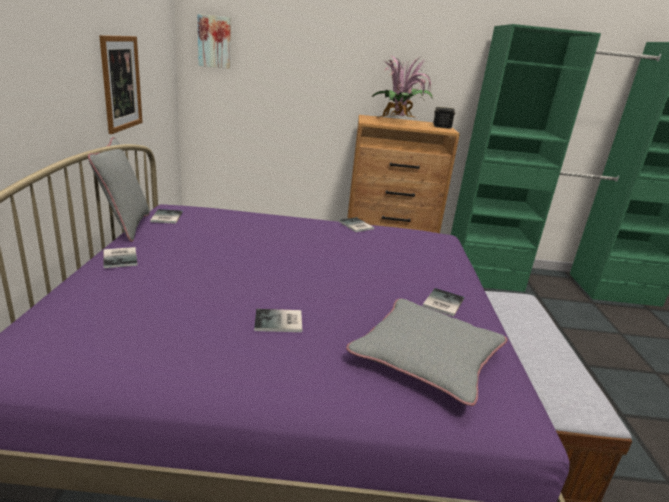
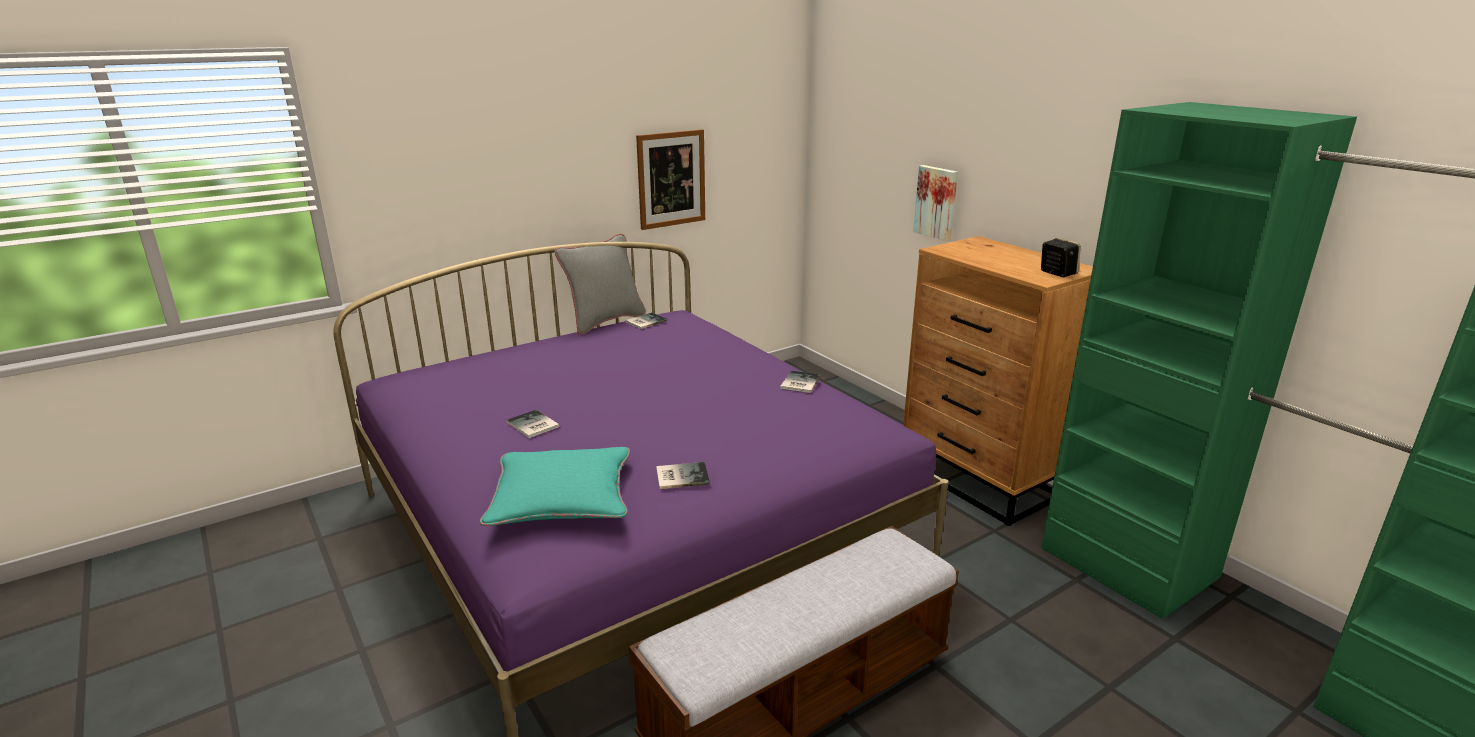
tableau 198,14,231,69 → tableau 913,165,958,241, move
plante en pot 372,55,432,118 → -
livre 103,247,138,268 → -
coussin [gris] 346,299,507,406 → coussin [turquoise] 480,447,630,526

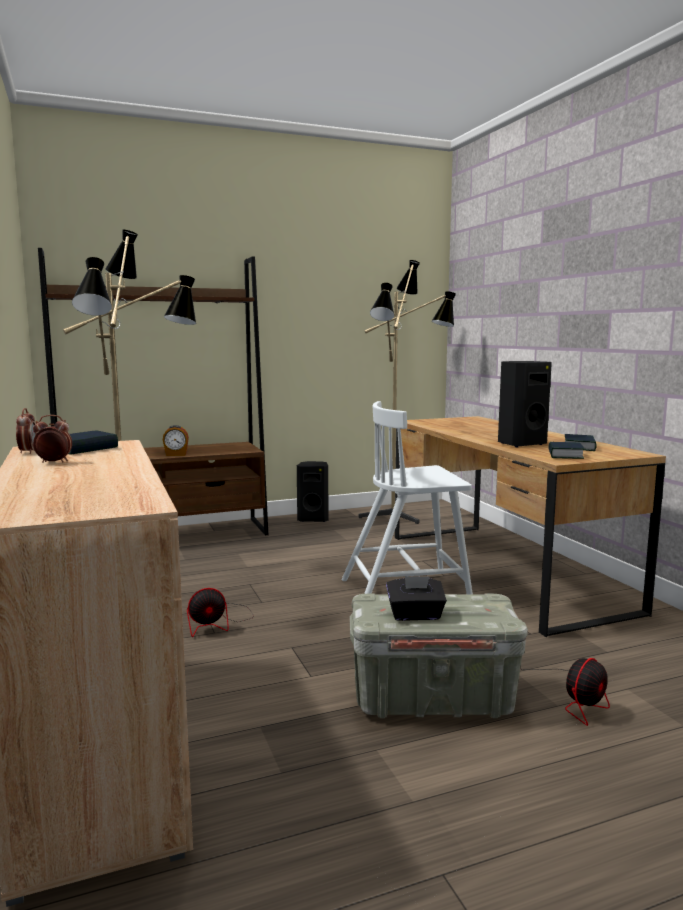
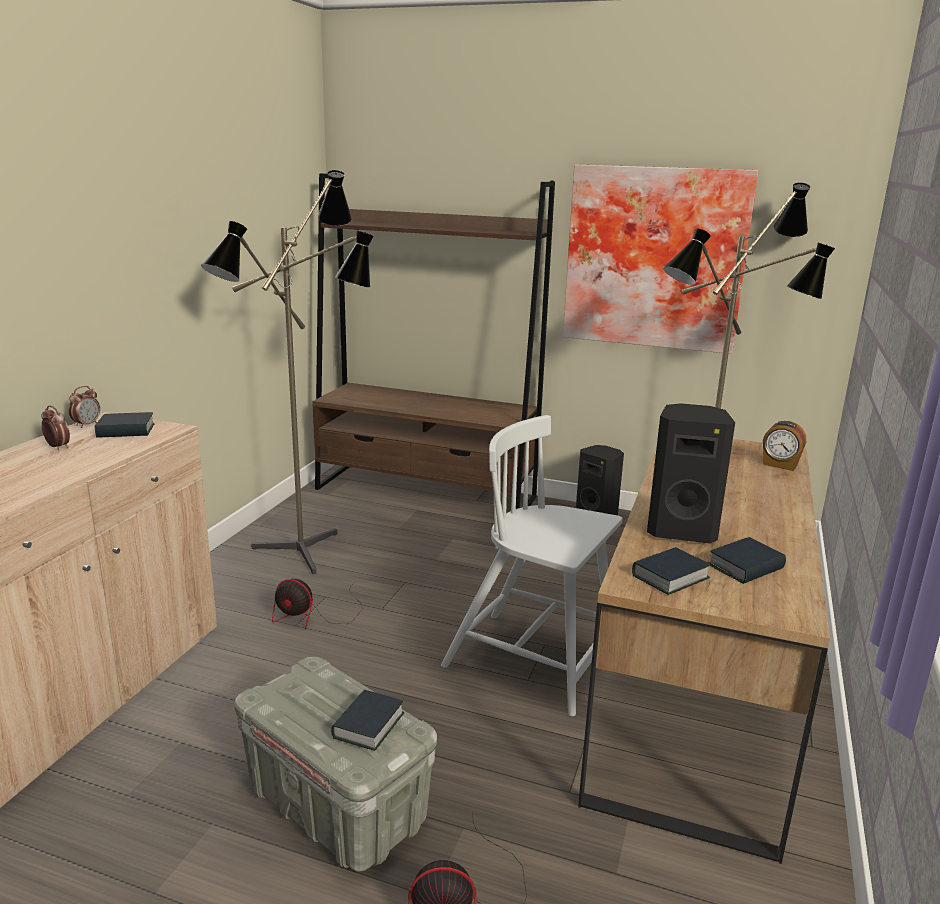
réveil 163,425,189,456 → réveil 763,421,806,471, move
boîte à mouchoirs [noir] 386,576,447,621 → -
- → tableau 563,164,758,354
- → livre 331,690,405,751

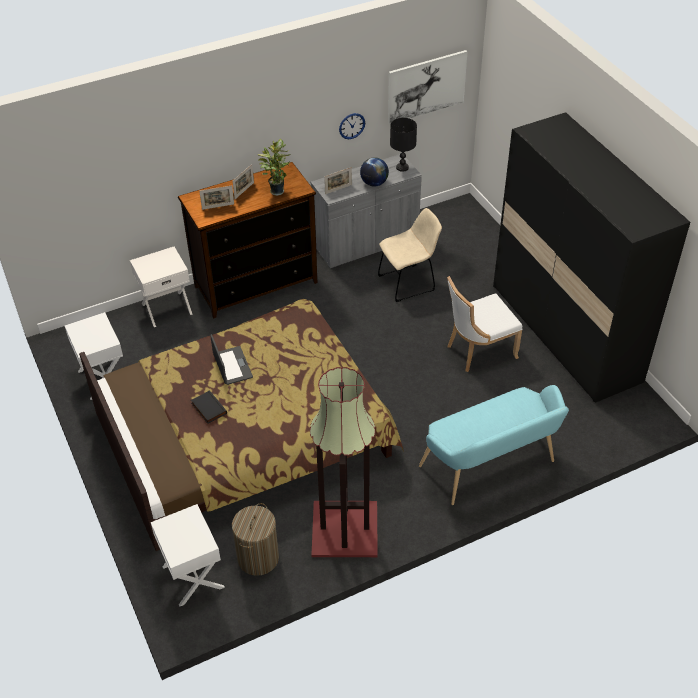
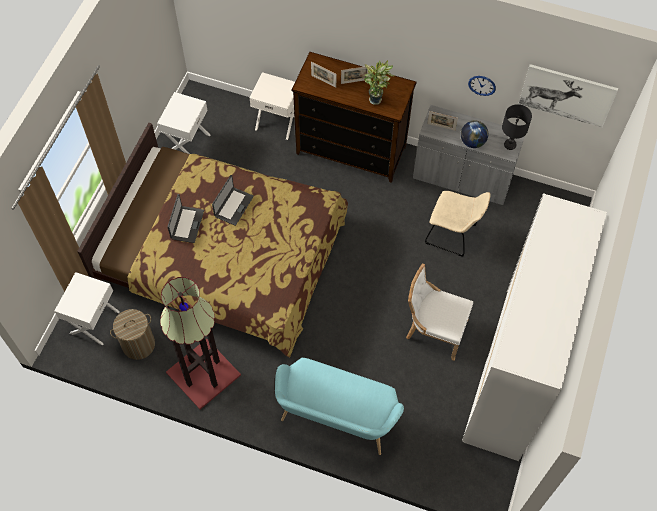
armoire [noir] 493,112,690,403 → armoire [blanc] 462,193,607,461
livre [noir] 191,390,227,424 → ordinateur portable 168,194,204,243

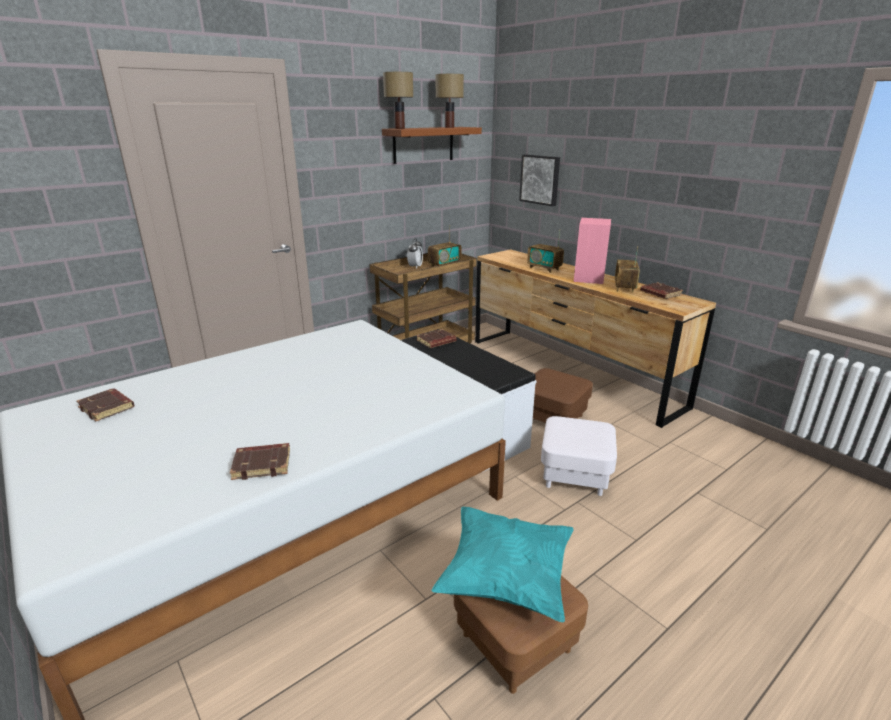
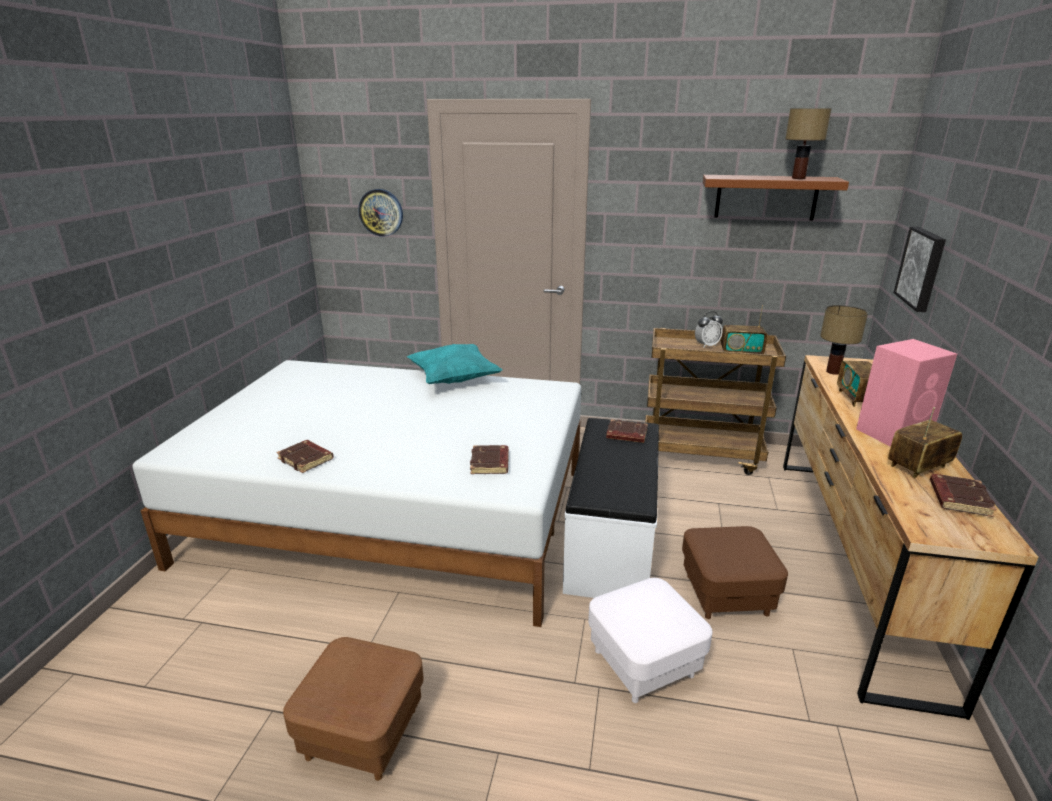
lampe de table 383,72,413,129 → lampe de table 820,305,868,375, move
livre [marron] 76,388,135,421 → livre [marron] 470,445,509,474, move
coussin [turquoise] 432,507,574,622 → coussin [turquoise] 407,344,502,384, move
- → horloge murale 358,189,403,237

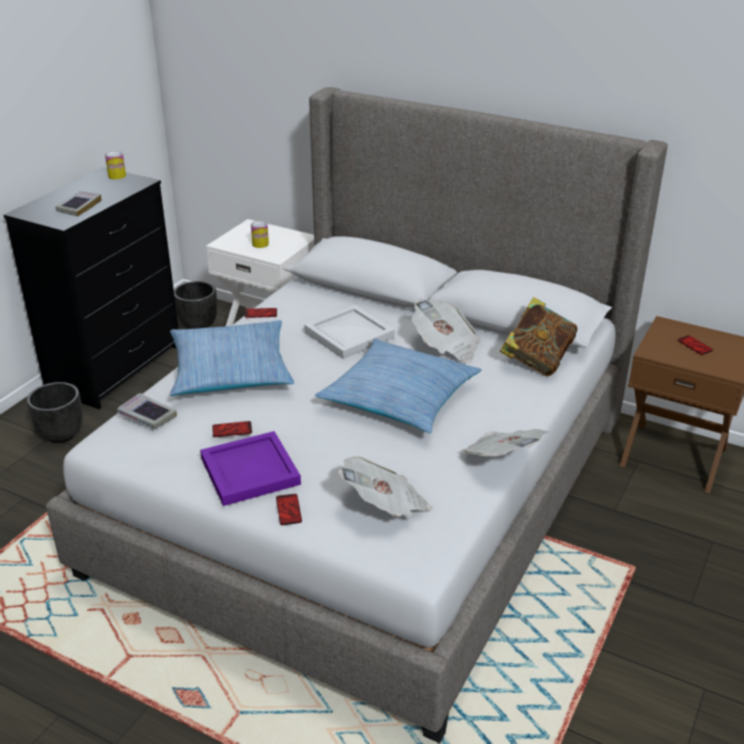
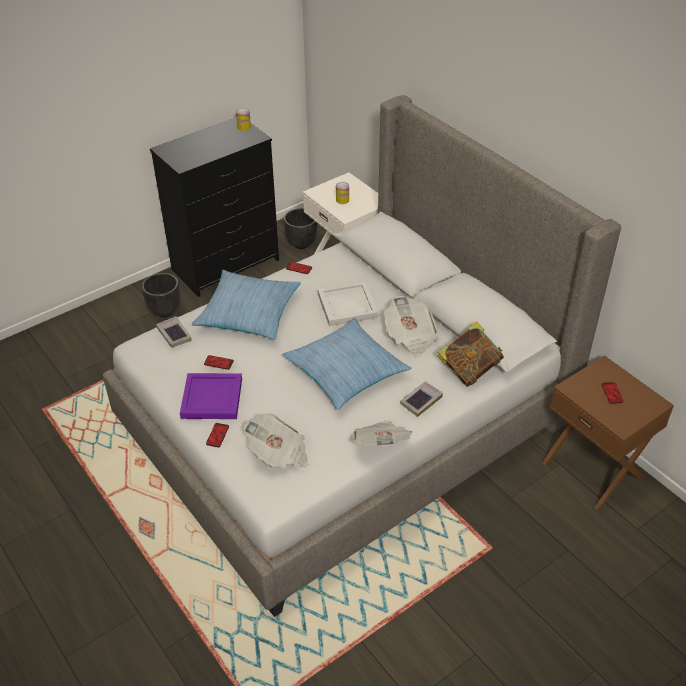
livre 56,191,102,217 → livre 400,381,443,417, move

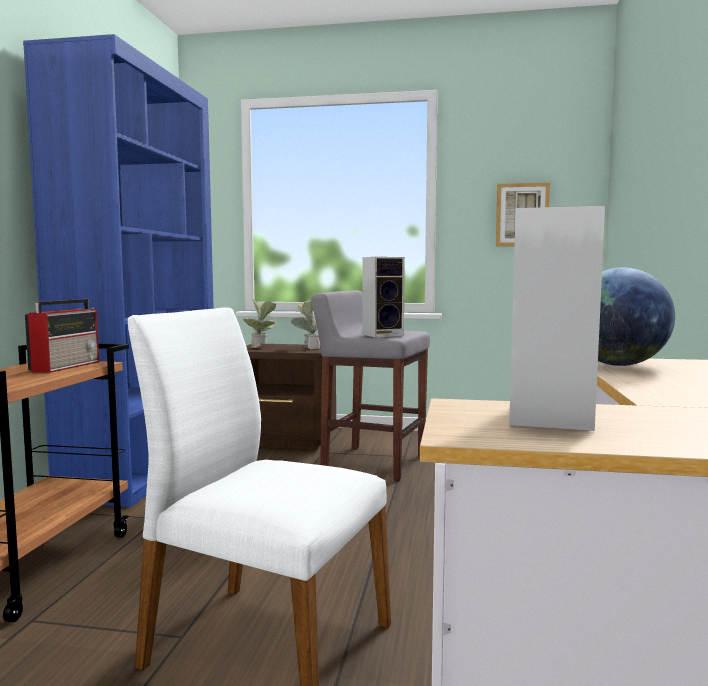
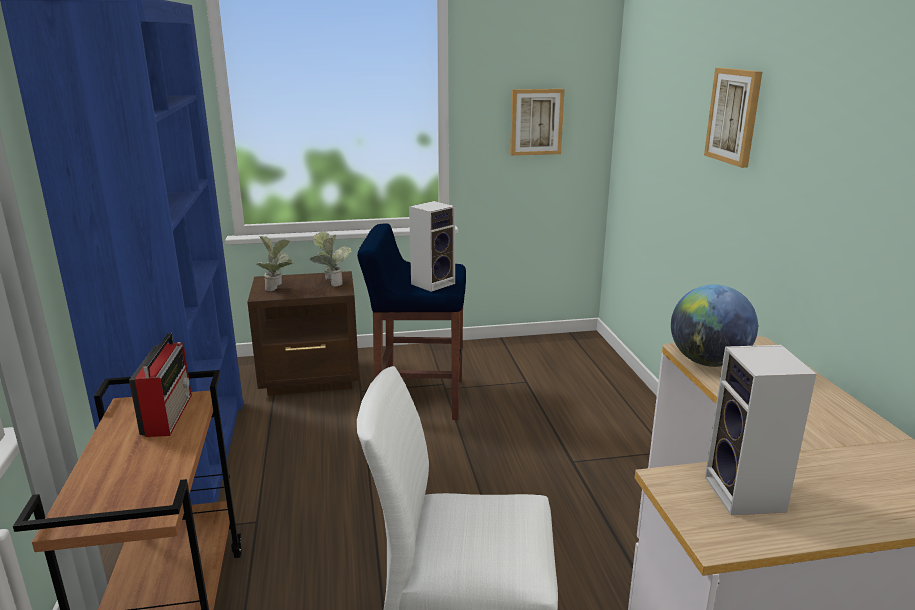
tabouret [gris] 311,290,430,480 → tabouret [bleu] 357,223,466,420
- → tableau 704,68,762,168

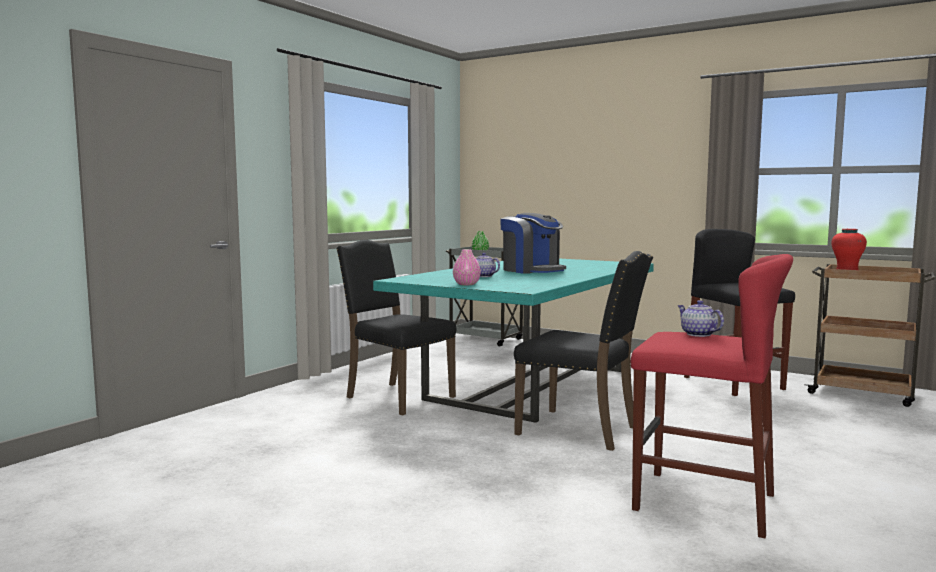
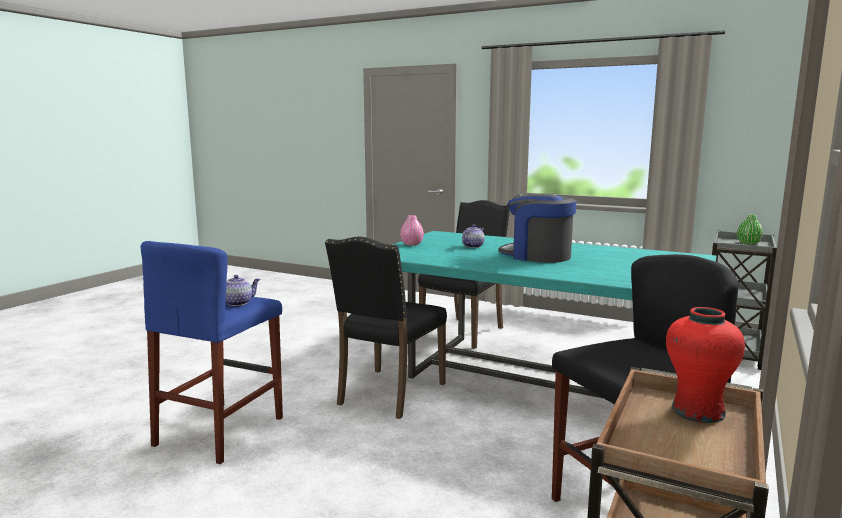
machine à café 500,213,566,274 → machine à café 499,193,577,263, 75 degrees clockwise
tabouret [rouge] 631,254,793,538 → tabouret [bleu] 141,241,283,464

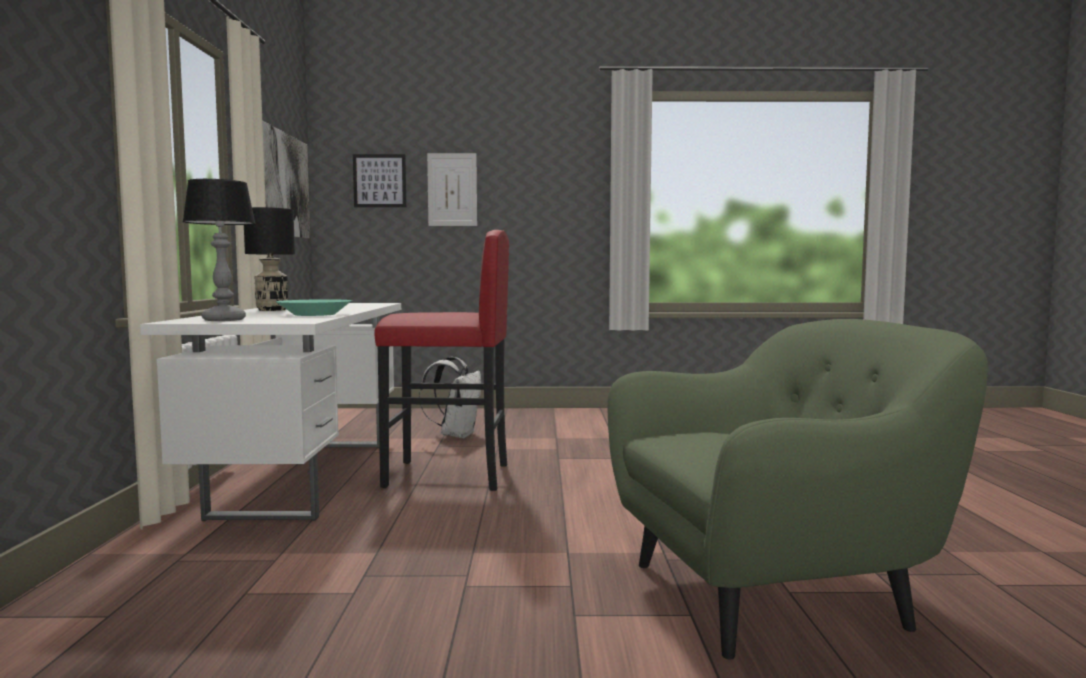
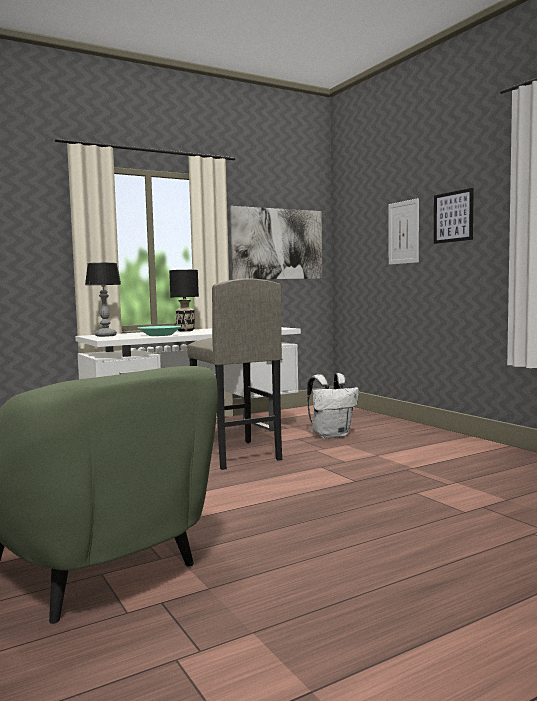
tableau 353,154,406,207 → tableau 434,188,474,244, move
tabouret [rouge] 375,230,509,491 → tabouret [gris] 187,278,282,470

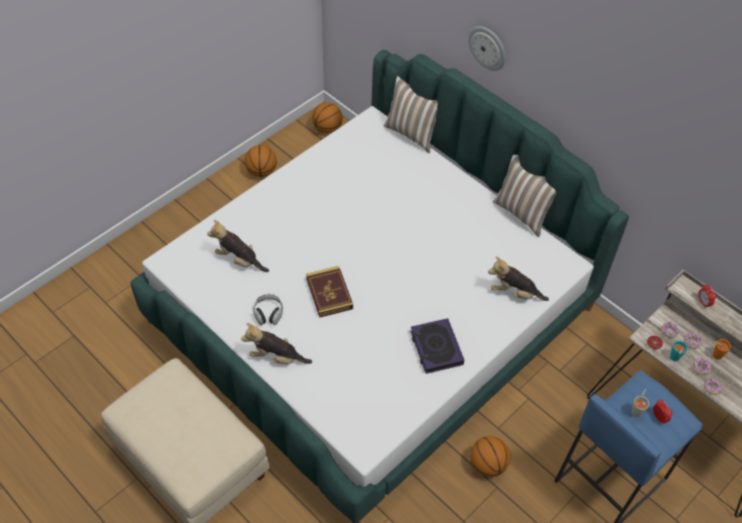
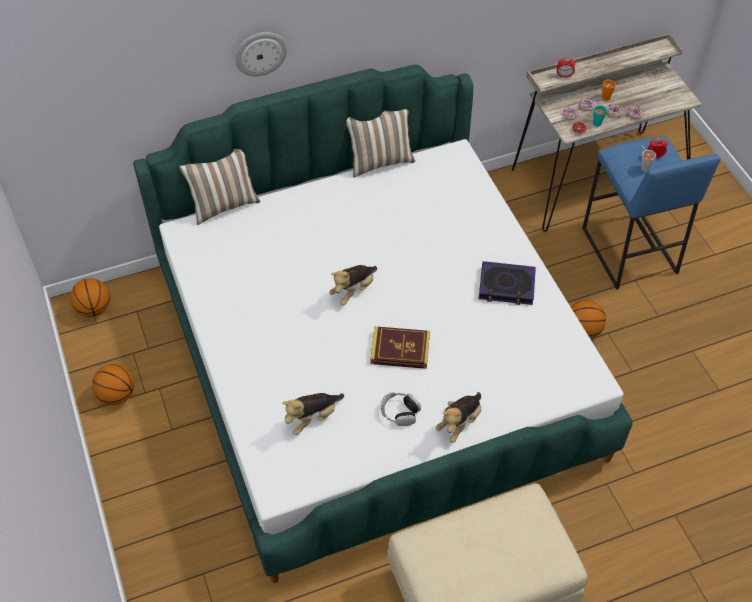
peluche 488,257,549,301 → peluche 329,265,377,306, move

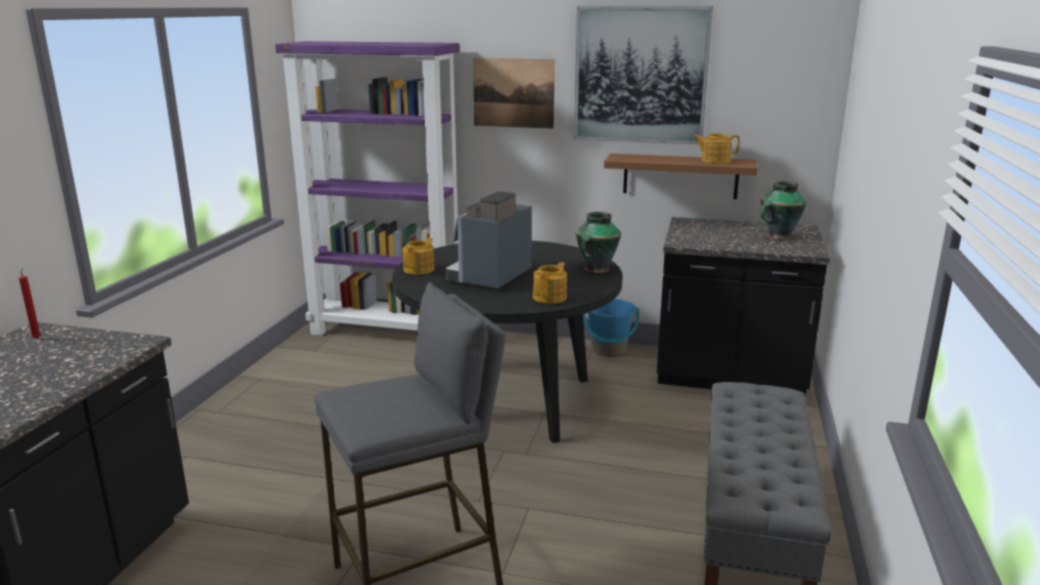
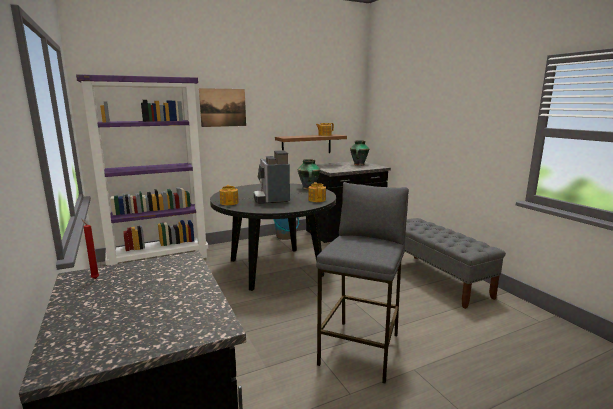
tableau 574,6,713,144 → -

